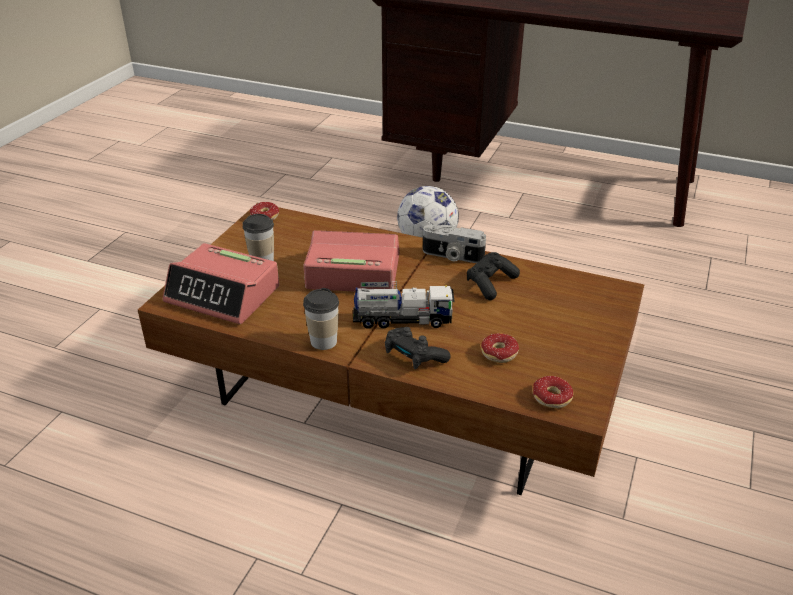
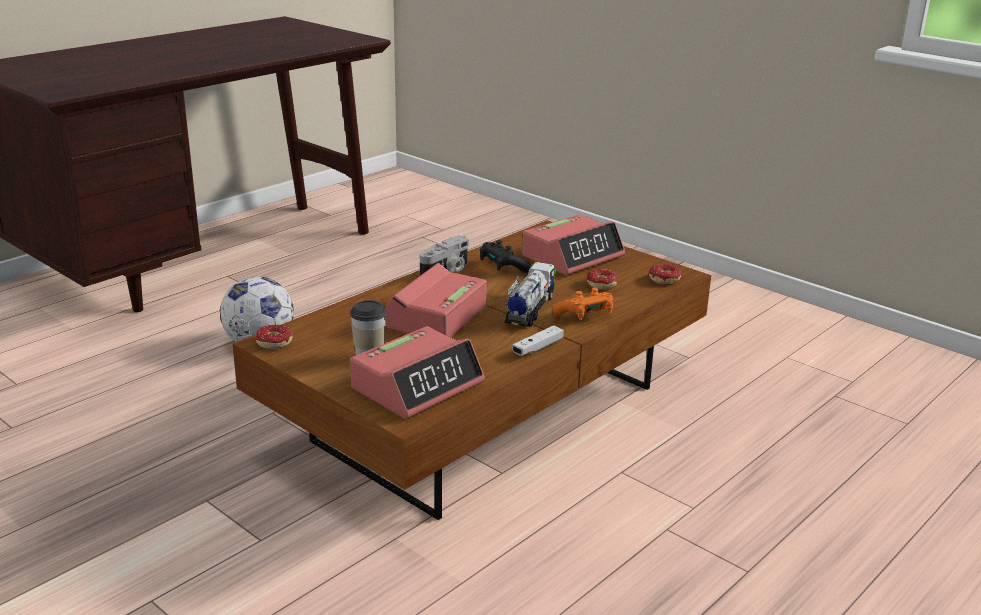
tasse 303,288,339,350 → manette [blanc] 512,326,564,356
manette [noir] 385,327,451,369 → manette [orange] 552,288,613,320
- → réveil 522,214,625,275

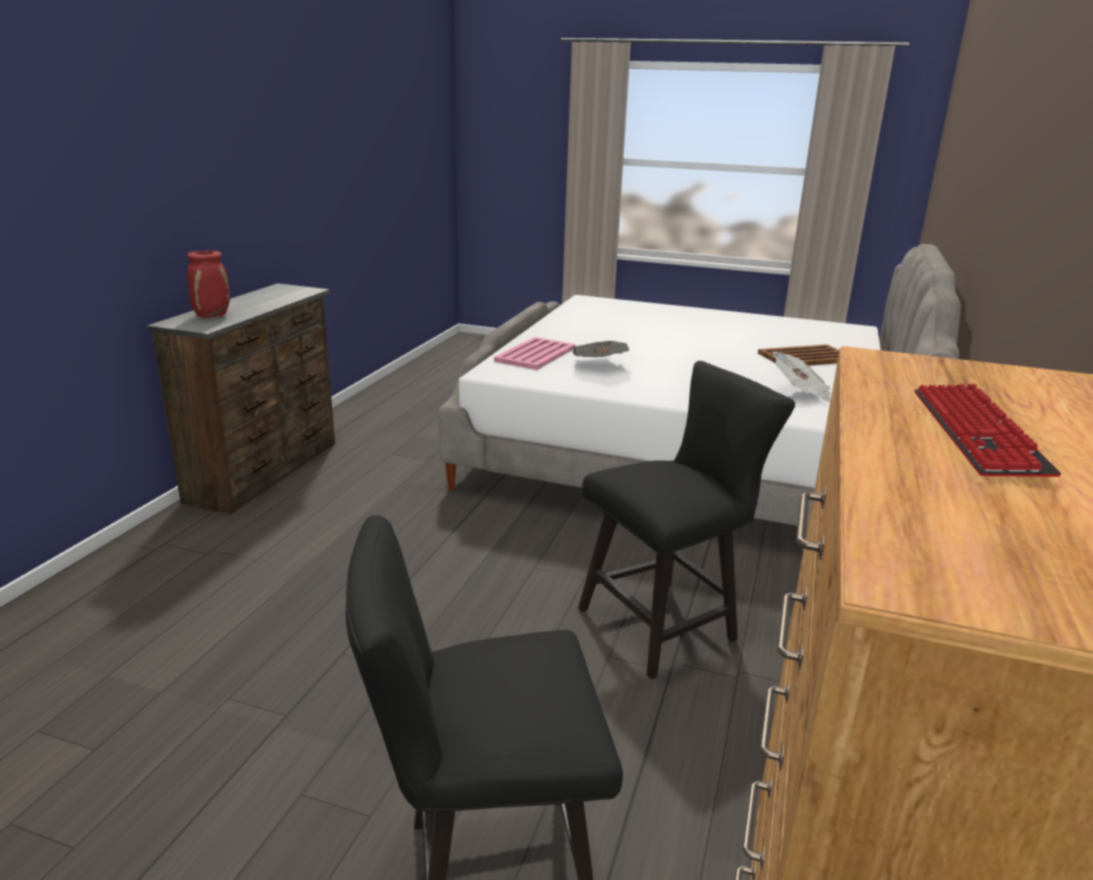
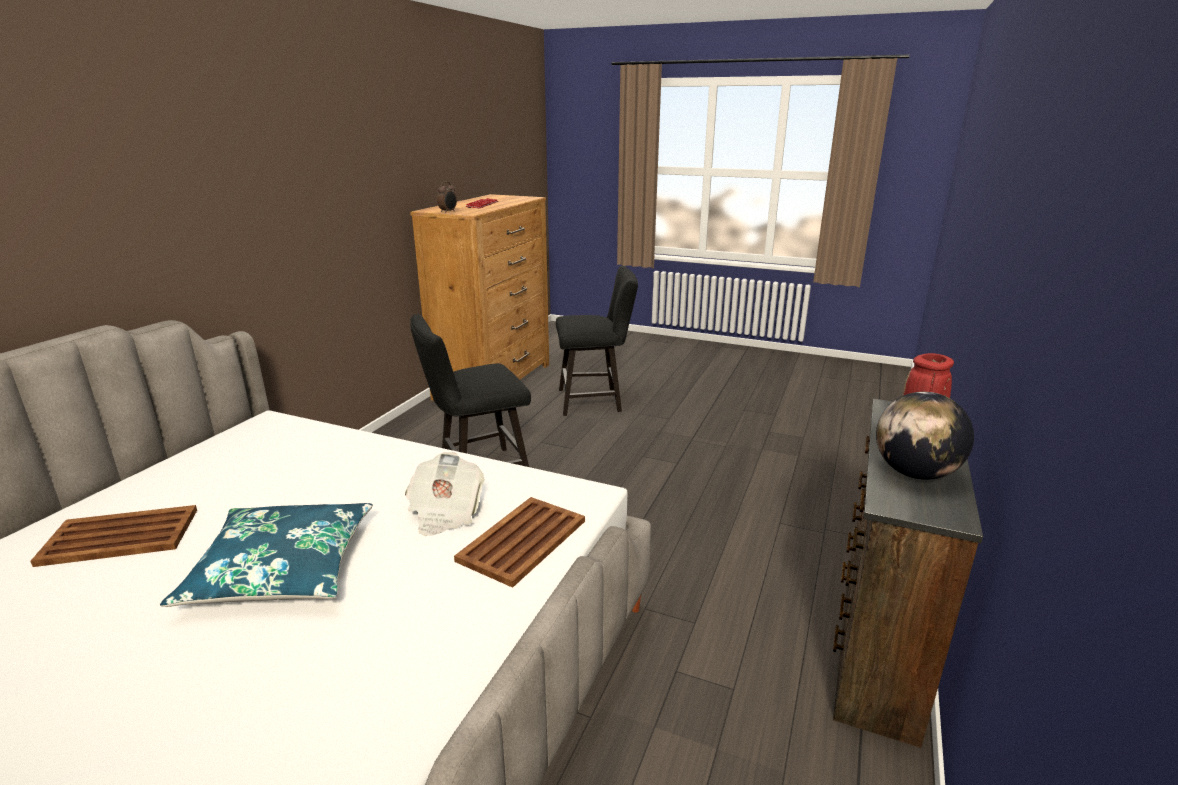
plateau [rose] 494,337,575,370 → plateau [marron] 454,497,585,588
journal 773,351,831,403 → -
- → réveil 437,181,457,213
- → globe 876,392,974,480
- → coussin [bleu] 160,503,373,607

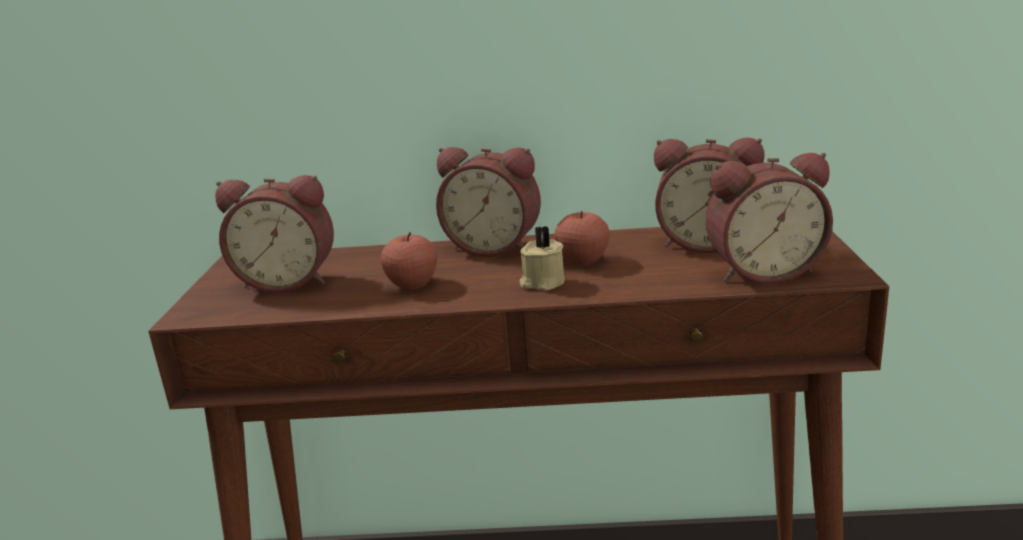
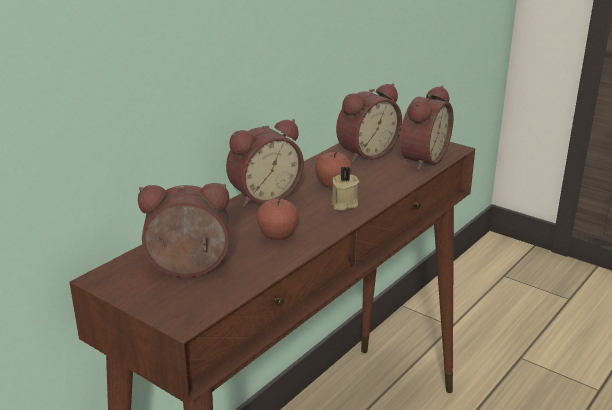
réveil 215,175,334,293 → réveil 138,183,229,277, 135 degrees counterclockwise

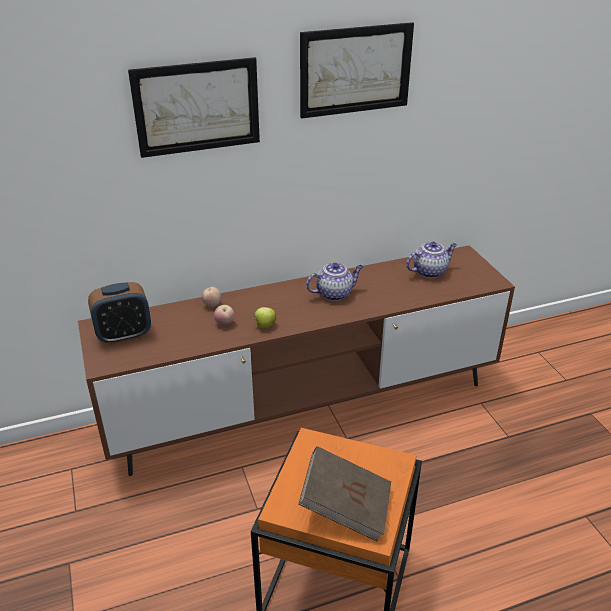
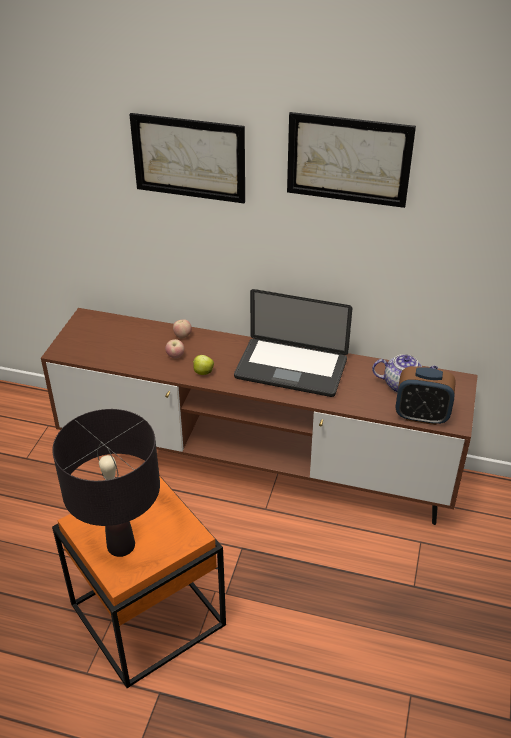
théière 306,263,363,301 → ordinateur portable 234,289,352,397
réveil 88,282,151,344 → réveil 396,366,456,425, move
livre [marron] 299,446,391,542 → lampe de table [noir] 52,409,160,557

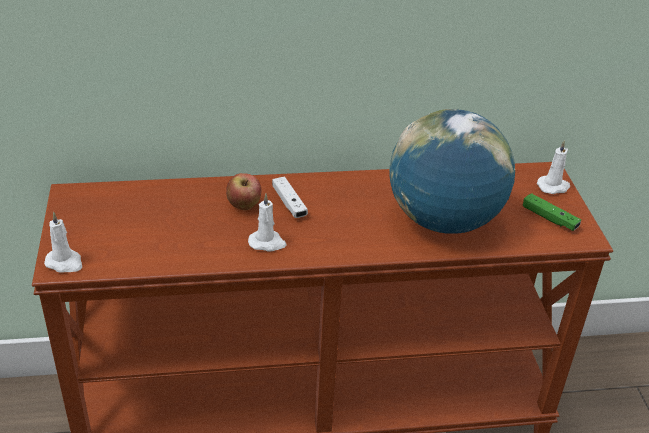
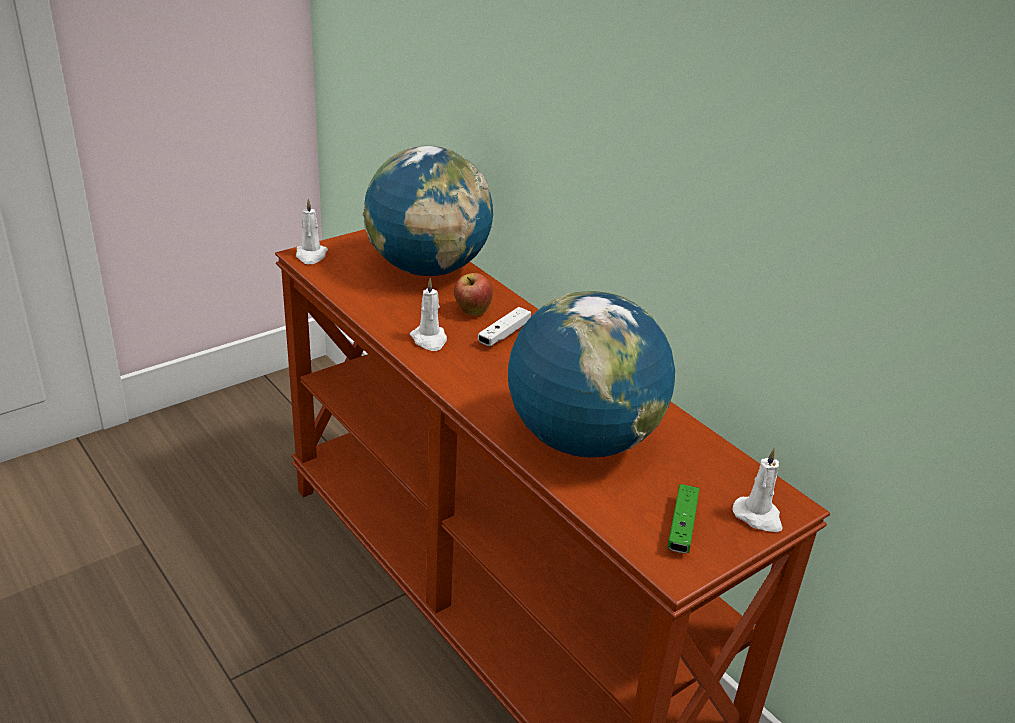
- → globe 363,146,493,276

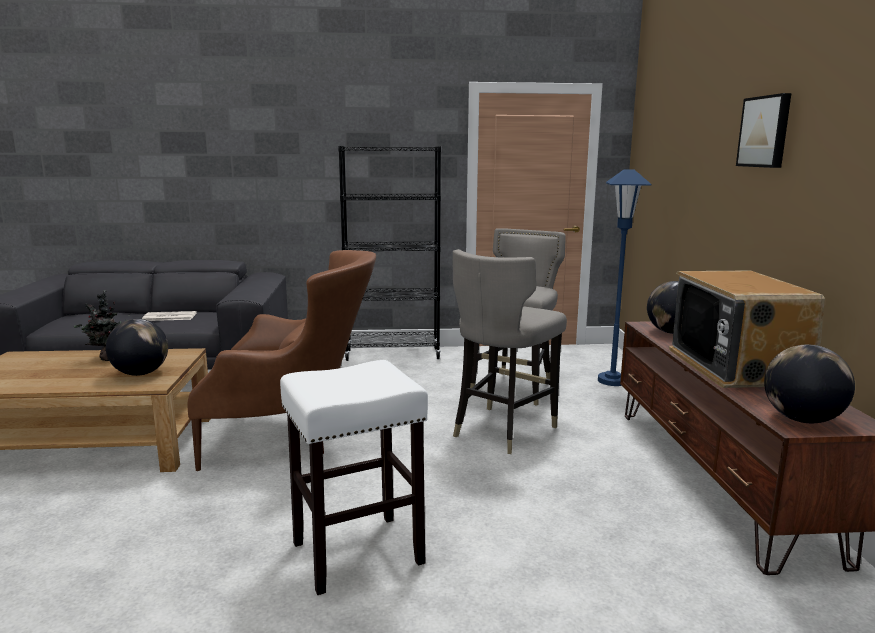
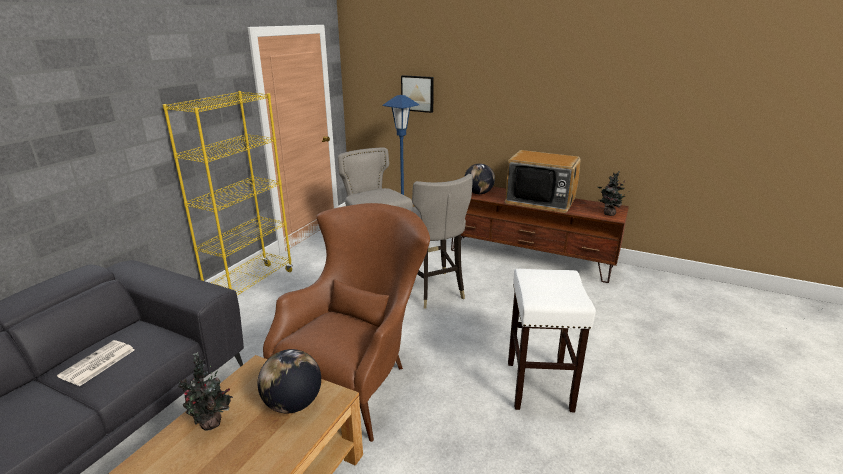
tableau 736,93,791,168 → tableau 401,75,434,113, move
bibliothèque [noir] 338,146,441,361 → bibliothèque [jaune] 163,91,293,295
globe 764,345,855,423 → plante en pot 598,171,625,216

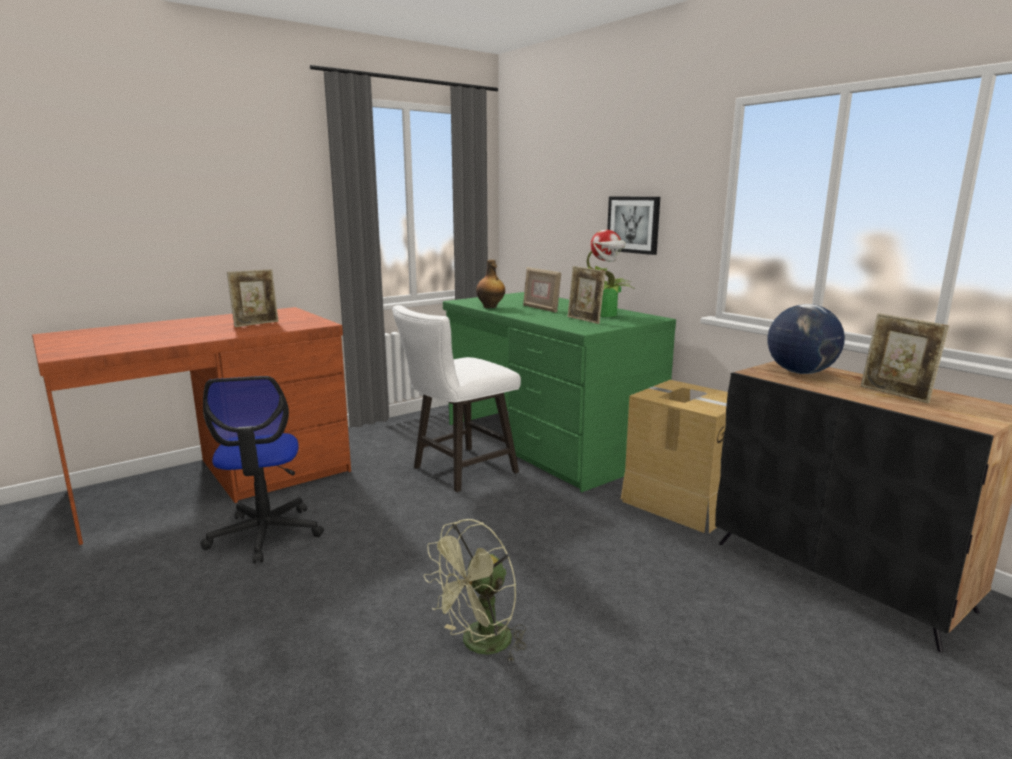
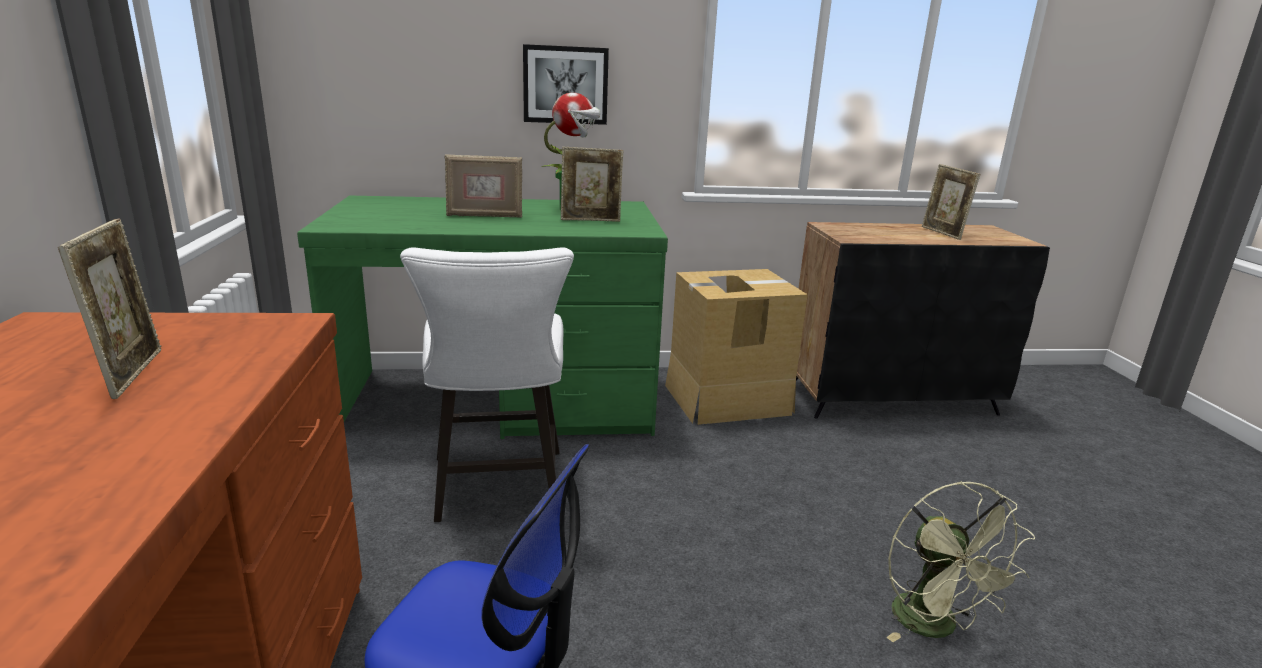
bouteille 476,260,505,308 → -
globe 768,304,845,374 → -
cadre photo 861,313,949,403 → cadre photo 922,164,980,240, 75 degrees clockwise

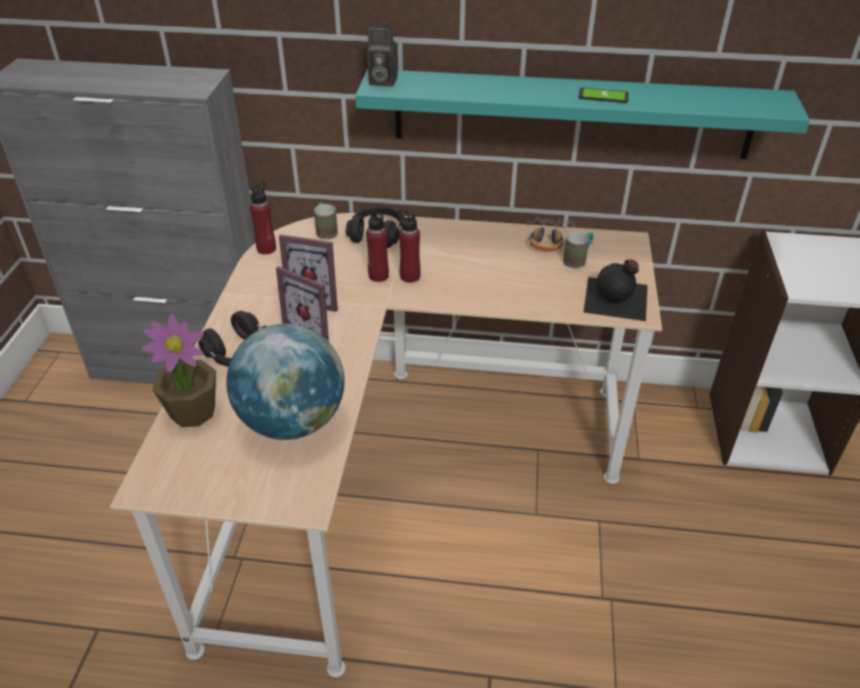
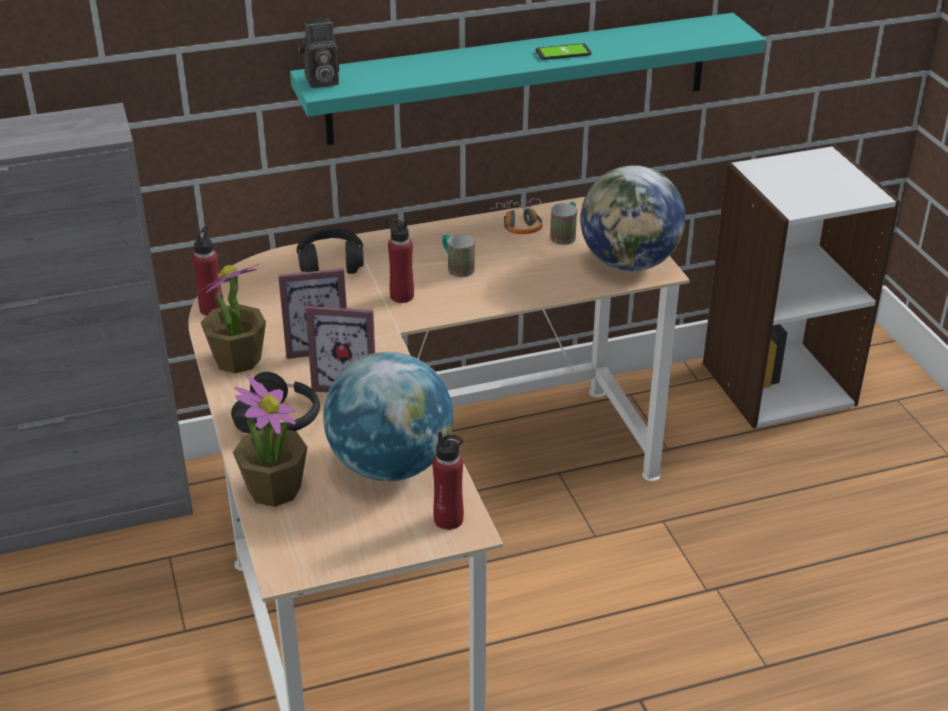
mug 314,202,338,240 → mug 442,234,475,277, move
bouteille [rouge] 366,209,389,282 → bouteille [rouge] 432,431,464,530, move
bouteille [noir] 583,260,648,321 → globe 580,165,685,271
- → plante en pot 198,264,266,373

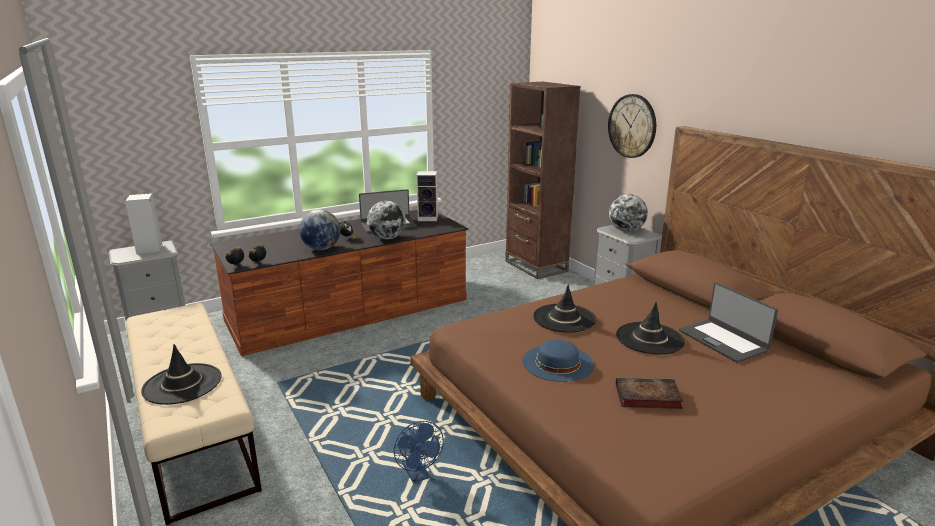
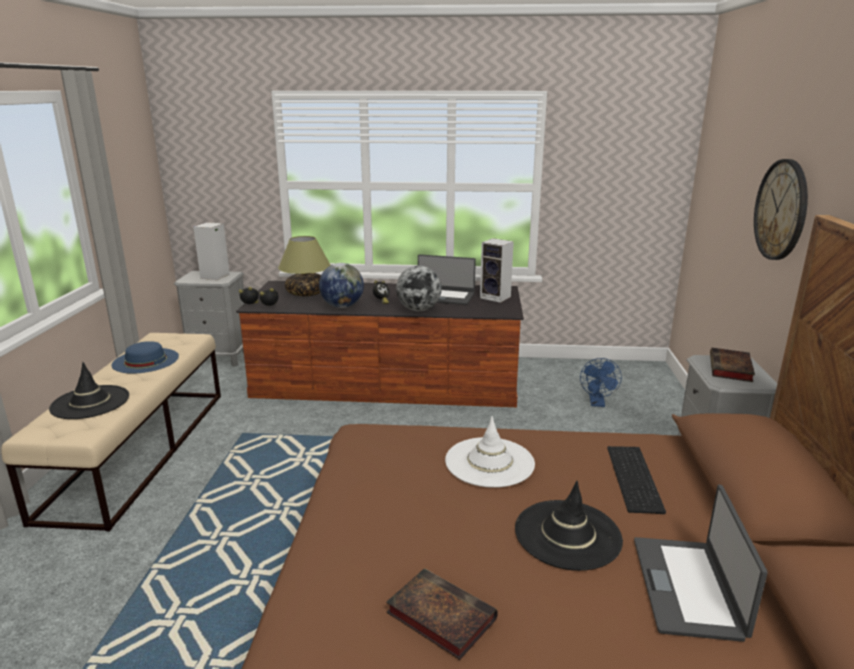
bibliothèque [marron] 505,82,581,279 → -
globe 609,194,648,232 → livre 710,348,755,382
chapeau [noir] 533,284,596,333 → chapeau [blanc] 445,416,535,488
chapeau [bleu] 522,340,594,382 → chapeau [bleu] 112,341,179,374, move
ventilateur [bleu] 394,421,444,483 → ventilateur [bleu] 580,358,622,407, move
- → lampe de table 278,236,331,296
- → clavier 607,446,666,514

